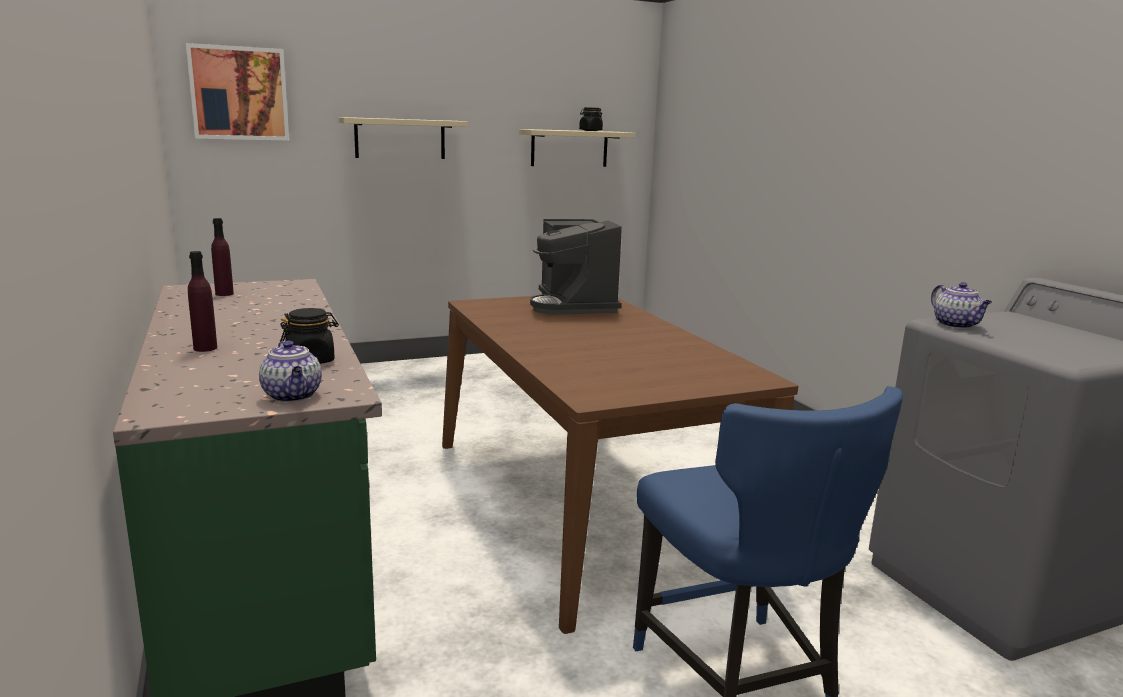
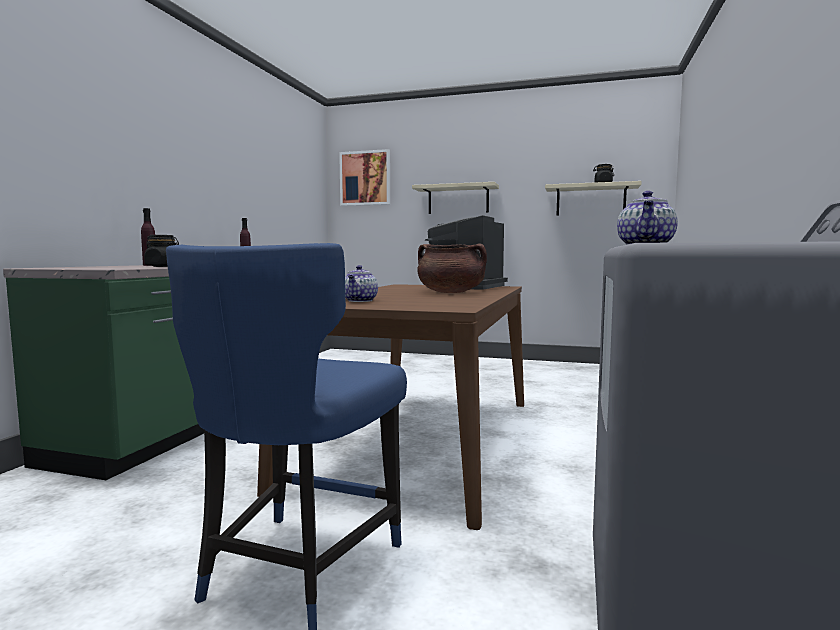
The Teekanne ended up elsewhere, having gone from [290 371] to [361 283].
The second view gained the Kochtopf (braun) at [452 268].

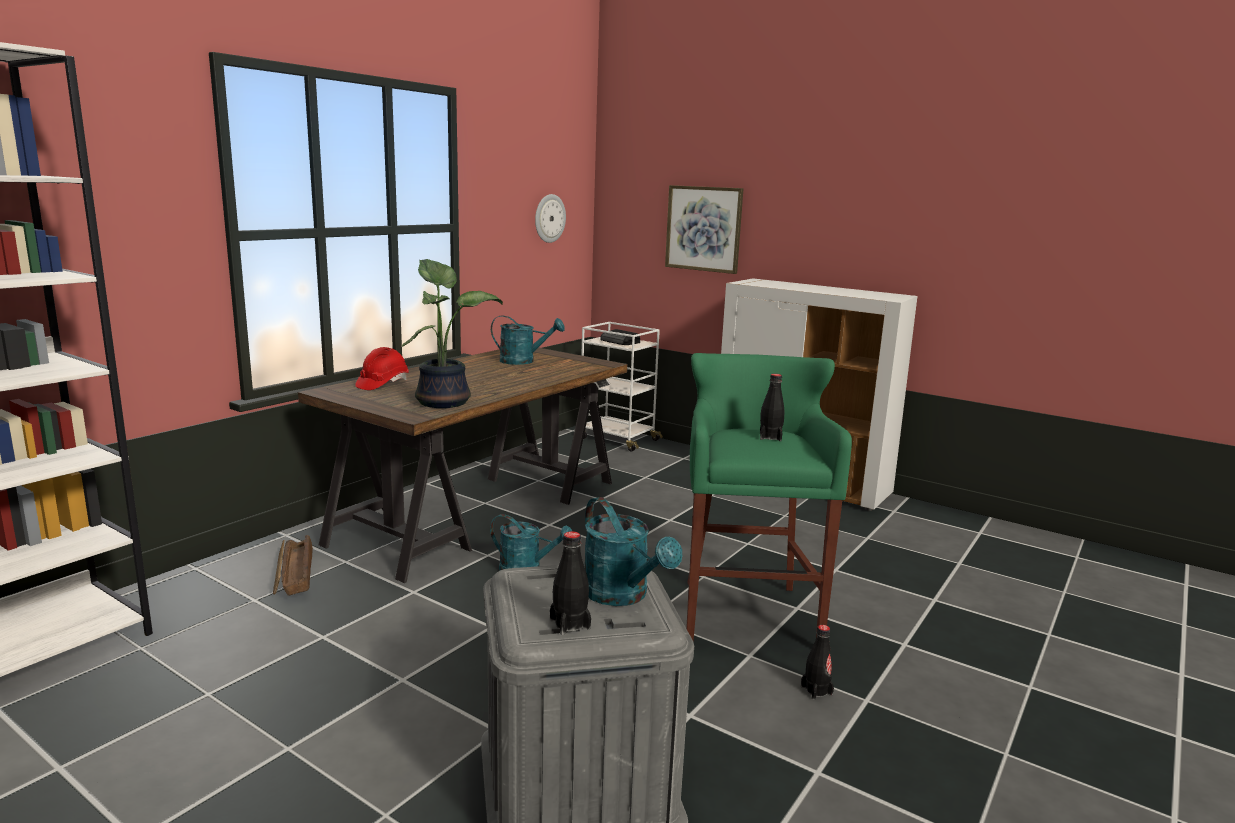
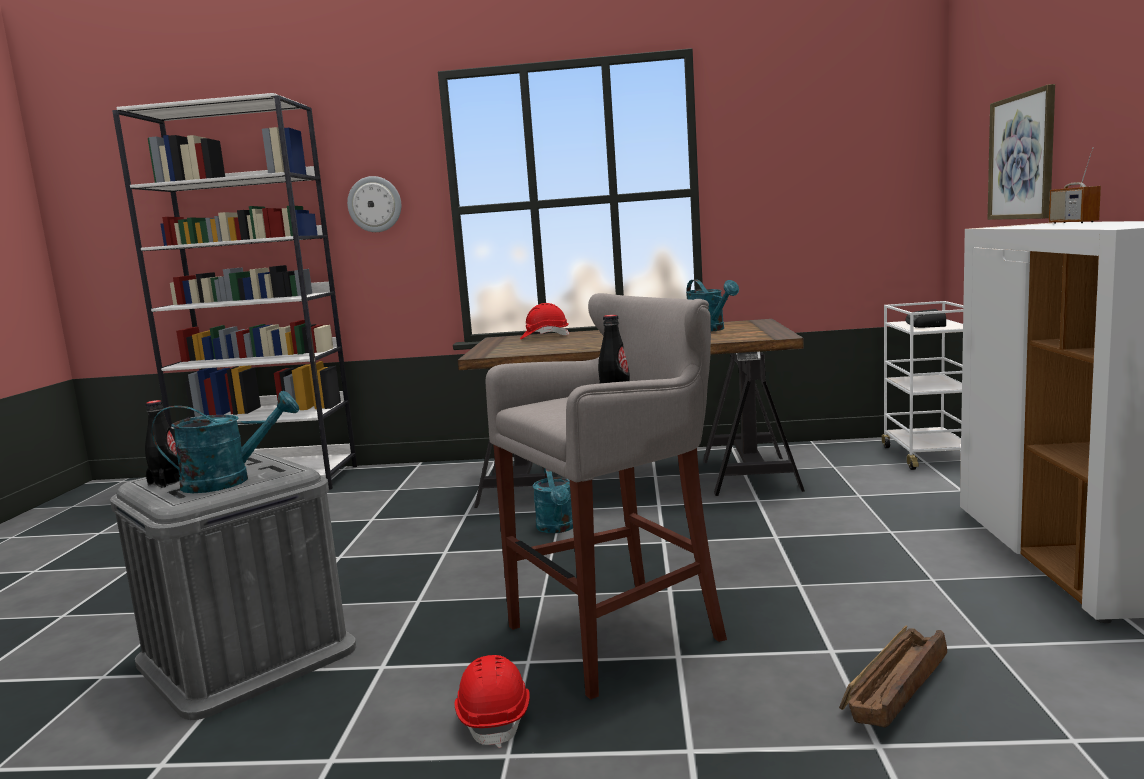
The Wanduhr ended up elsewhere, having gone from [550 218] to [374 204].
The second view lost the Topfpflanze at [452 333].
What was the Hocker (grün) at [769 497] turned into the Hocker (grau) at [606 496].
The Gießkanne (türkis) at [633 551] ended up facing another way, 135 degrees counterclockwise from before.
The Kiste ended up elsewhere, having gone from [293 565] to [893 677].
Where the Flasche (schwarz) stood at [817 662], the Schutzhelm (rot) came to stand at [492 701].
The second view gained the Radio at [1075 185].

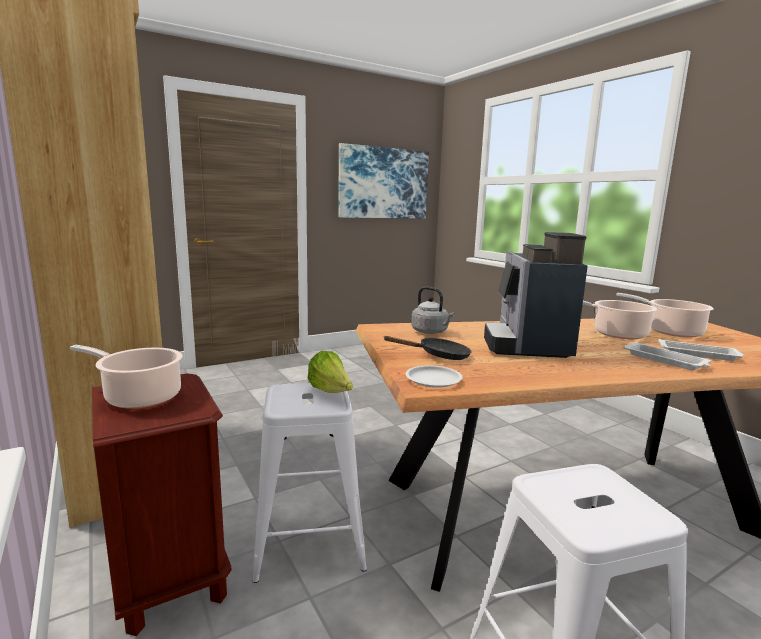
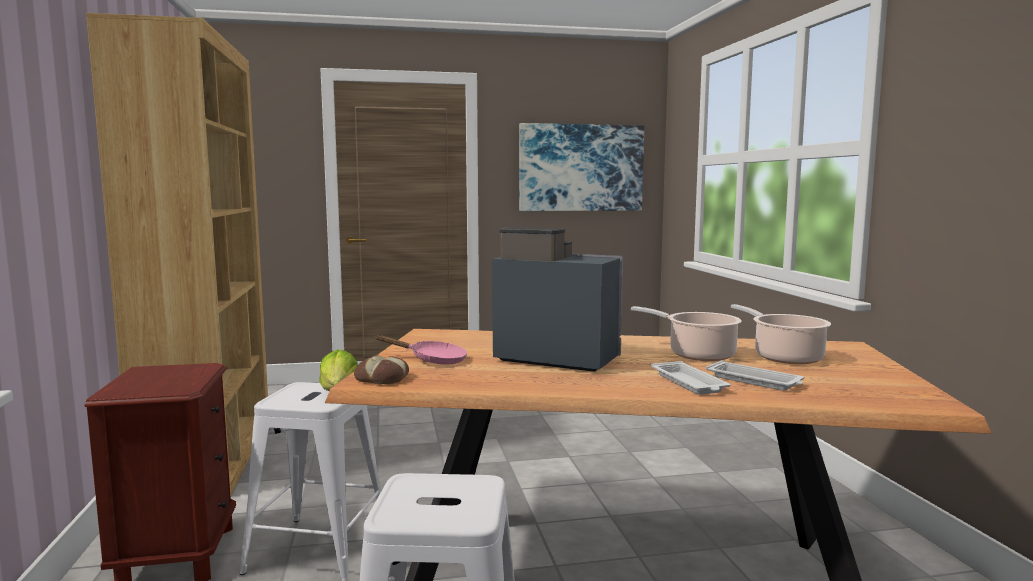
The Kaffeemaschine at [536 295] ended up facing another way, 90 degrees clockwise from before.
The second view lost the Wasserkessel (grau) at [433 310].
What was the Pfanne (schwarz) at [427 348] turned into the Pfanne (rosa) at [421 350].
The second view lost the Kochtopf at [126 377].
Where the Teller (weiß) stood at [434 376], the Brot came to stand at [381 369].

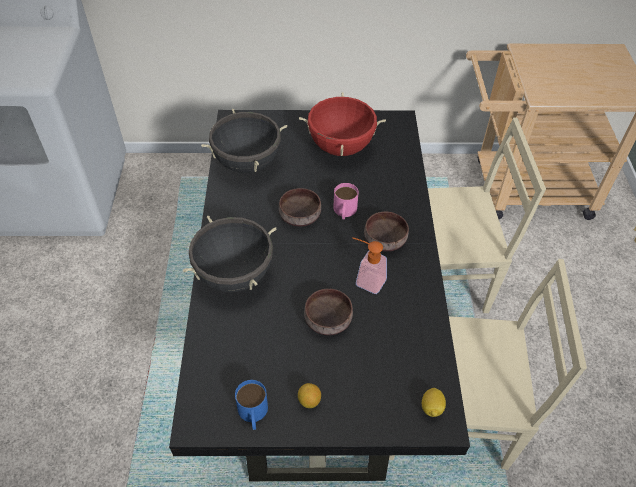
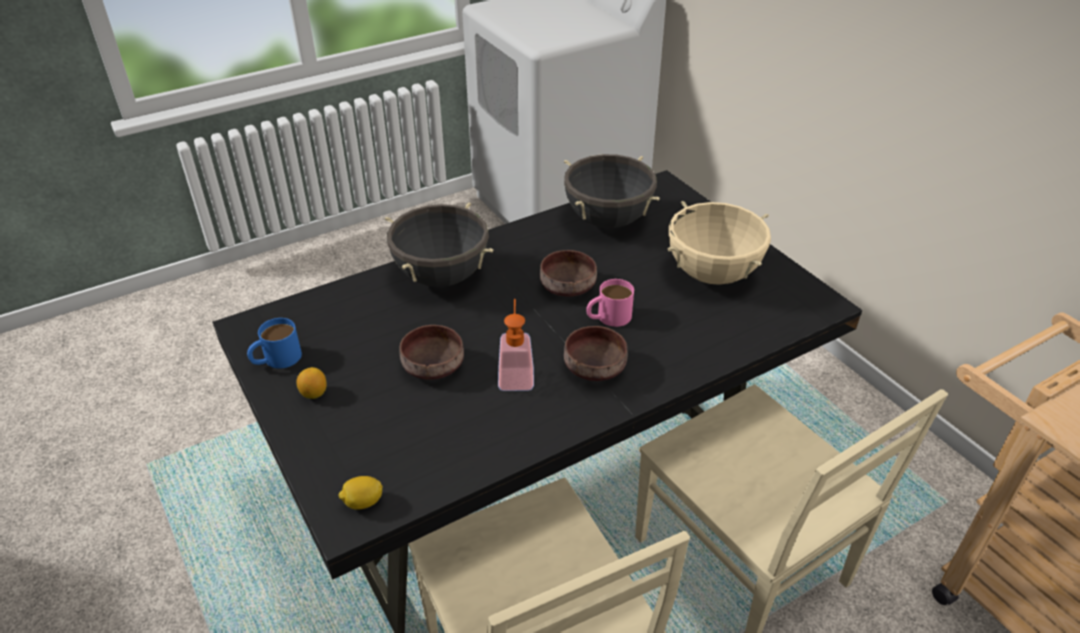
What was the Kochtopf (rot) at [342 124] turned into the Kochtopf (beige) at [719 243].

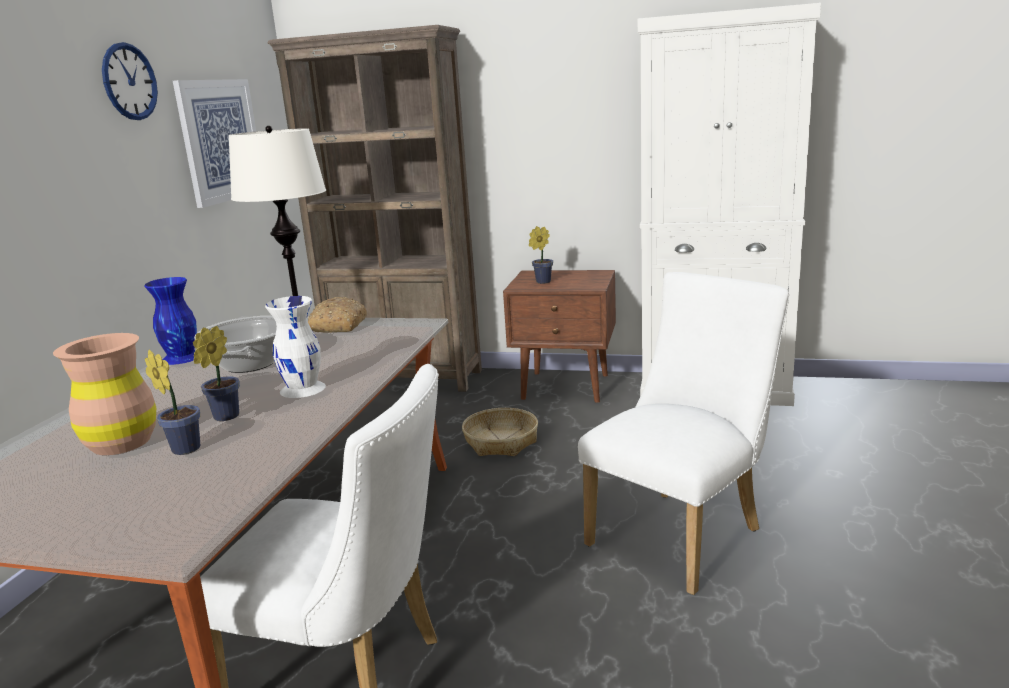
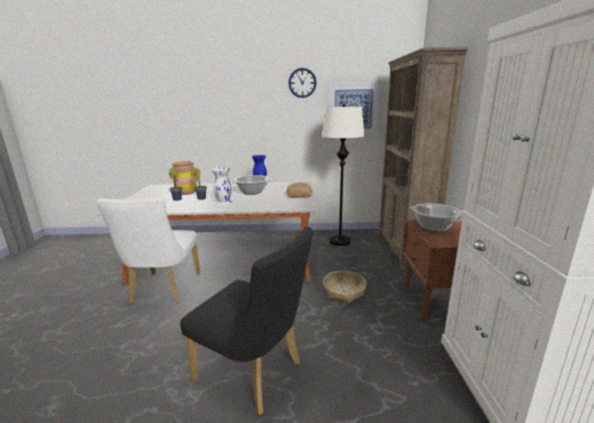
Where the Topfpflanze stood at [541 255], the Kochtopf came to stand at [436 217].
What was the Stuhl (weiß) at [683 433] turned into the Stuhl (schwarz) at [246 321].

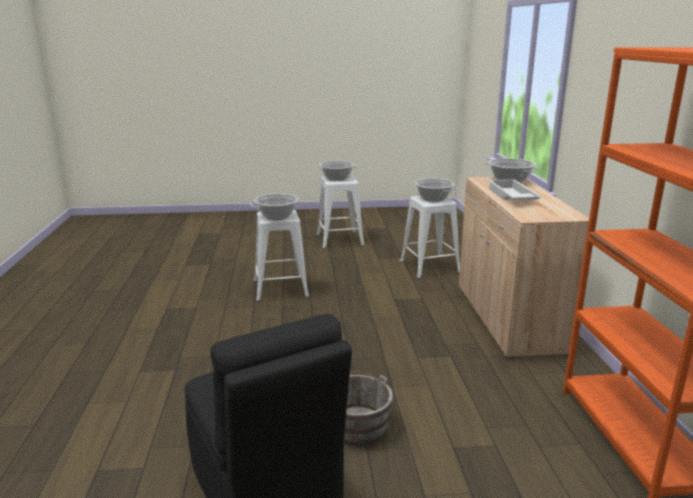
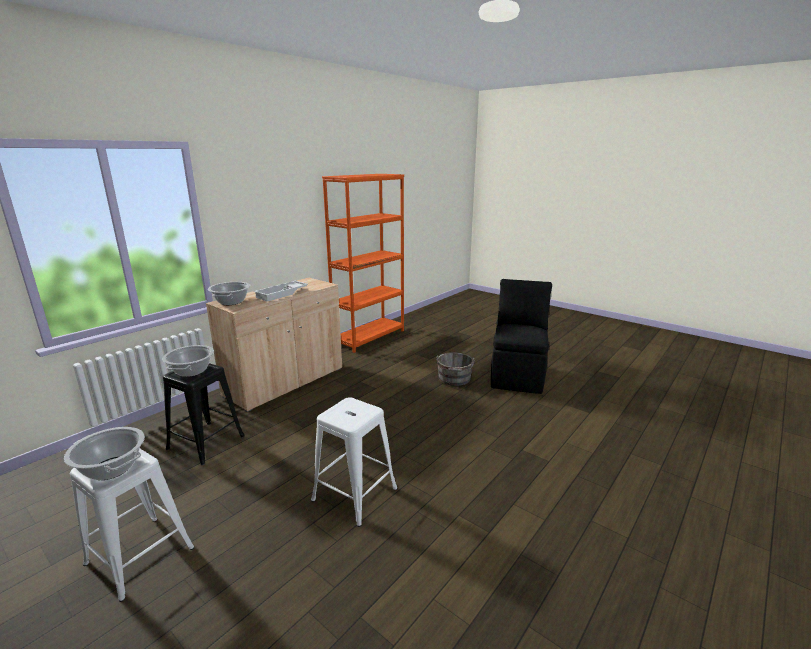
The second view lost the Kochtopf at [276 207].
What was the Hocker (weiß) at [430 237] turned into the Hocker (schwarz) at [204 414].

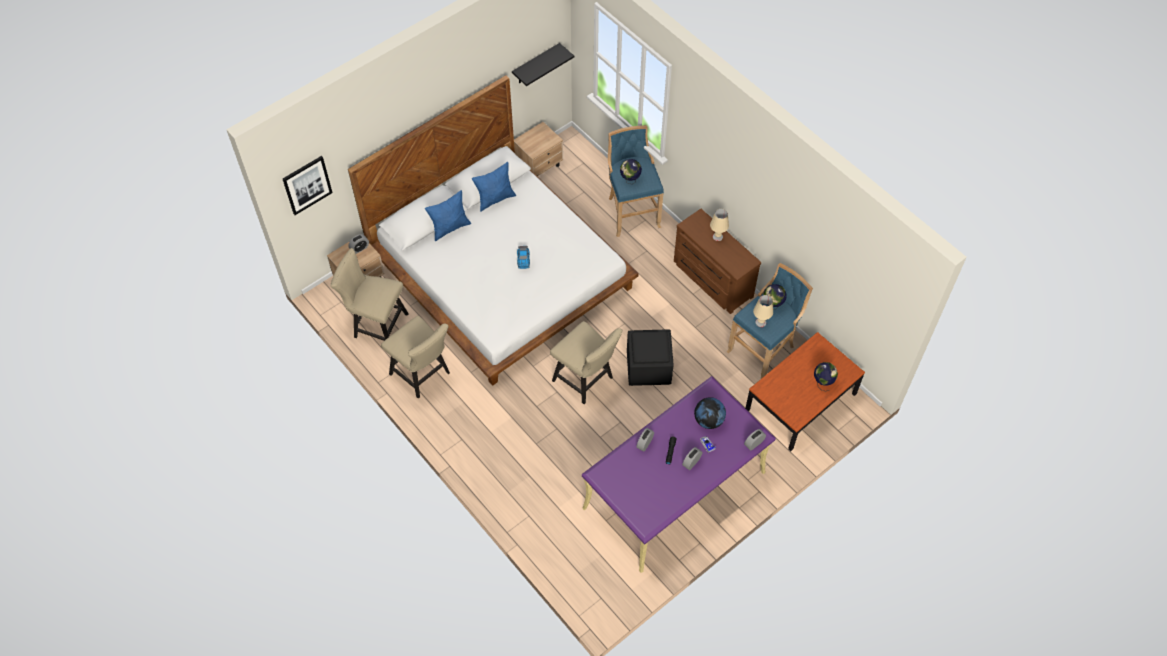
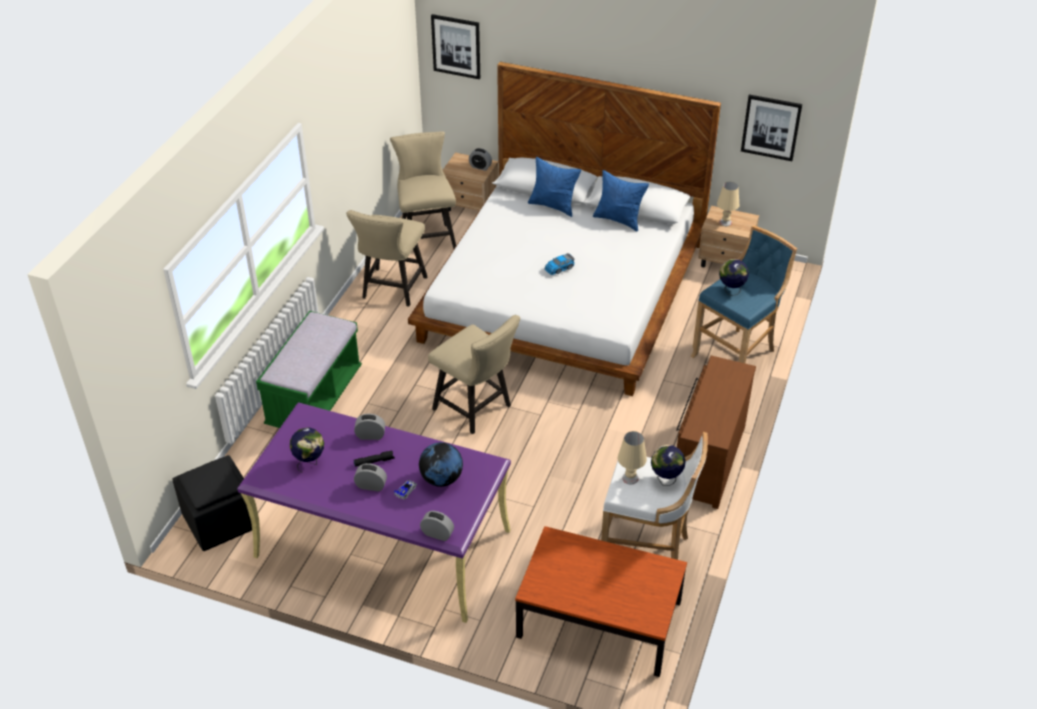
Where the Wandregal (schwarz) hung at [543 64], the Bild came to hang at [771 127].
The Tischlampe (beige) ended up elsewhere, having gone from [719 225] to [728 204].
What was the Hocker (blau) at [769 321] turned into the Hocker (weiß) at [654 496].
The Stuhl (beige) at [586 362] ended up facing another way, 60 degrees counterclockwise from before.
The Polsterhocker (schwarz) ended up elsewhere, having gone from [650 357] to [213 503].
The Globus ended up elsewhere, having gone from [826 377] to [307 450].
The second view gained the Bank (grün) at [309 369].

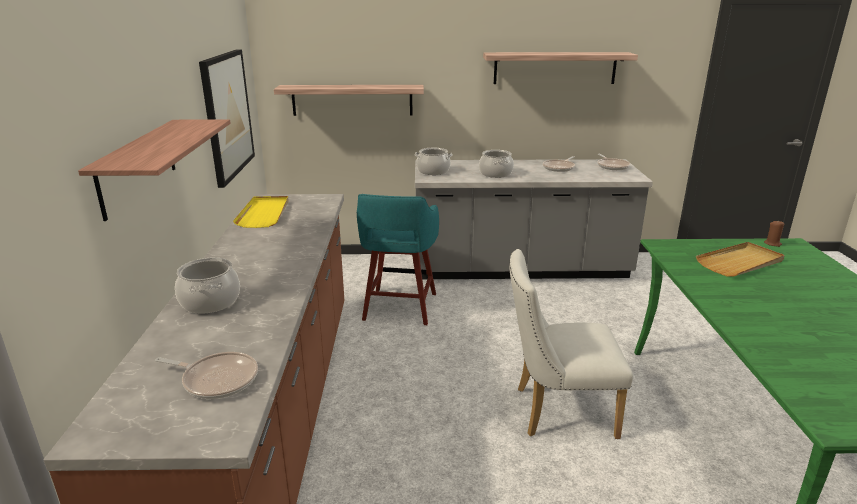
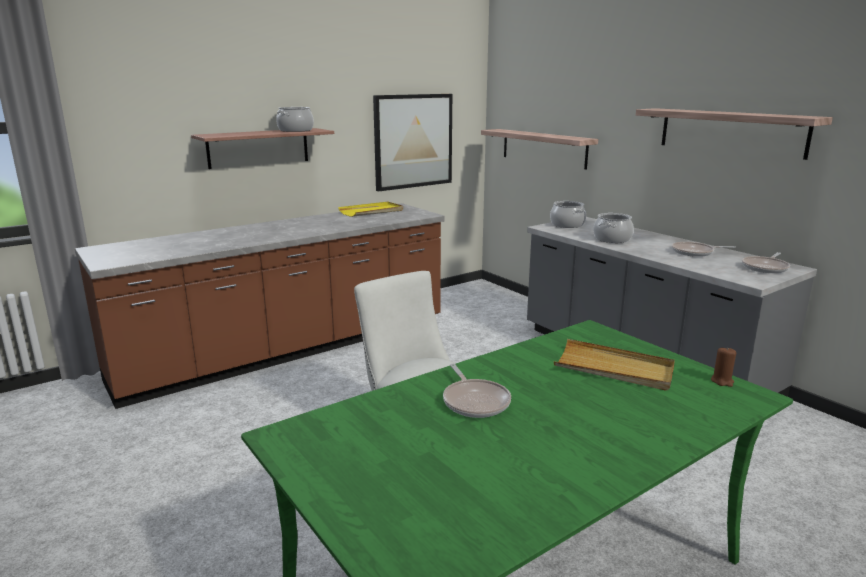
The second view lost the Hocker (türkis) at [398 259].
The Kochtopf ended up elsewhere, having gone from [207 286] to [295 119].
The Pfanne ended up elsewhere, having gone from [206 375] to [477 391].

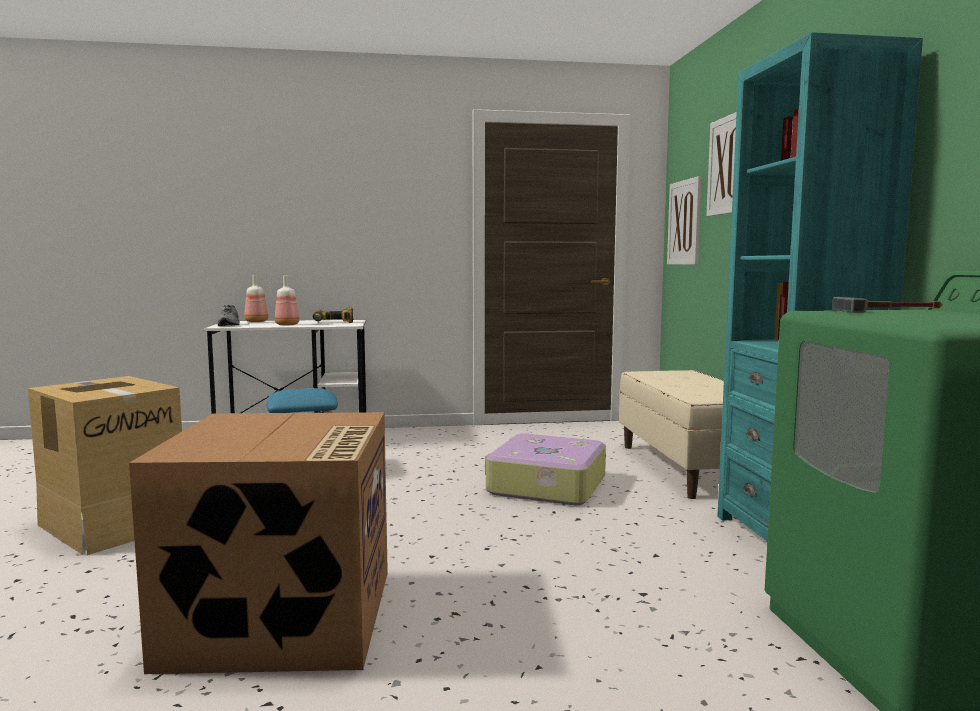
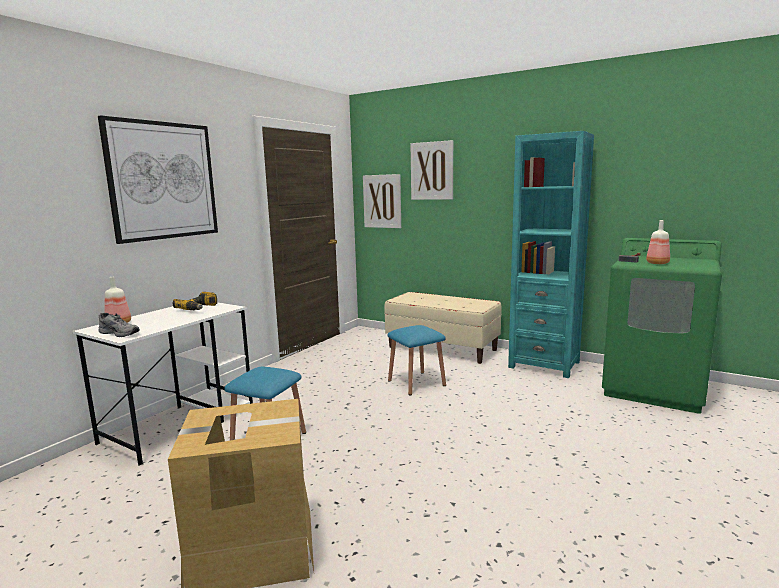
The Flasche ended up elsewhere, having gone from [287 300] to [658 242].
The second view lost the Karton at [258 543].
Where the Koffer stood at [545 469], the Hocker (blau) came to stand at [416 360].
The second view gained the Bild at [158 179].

